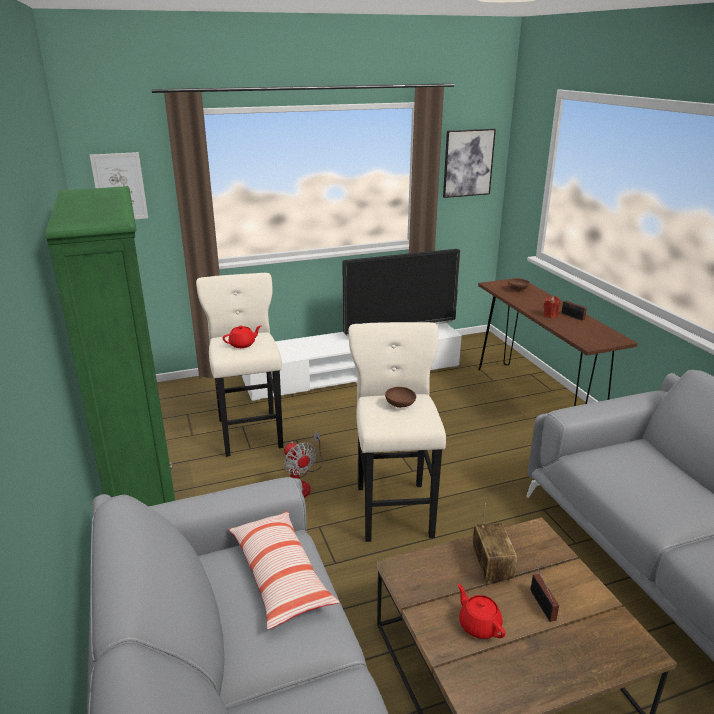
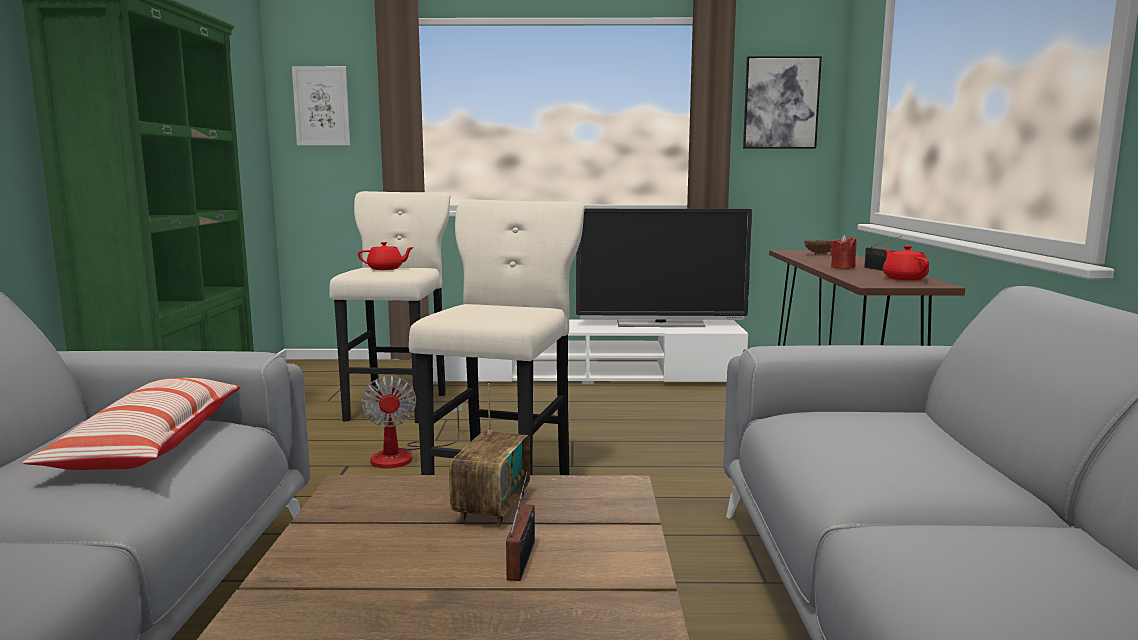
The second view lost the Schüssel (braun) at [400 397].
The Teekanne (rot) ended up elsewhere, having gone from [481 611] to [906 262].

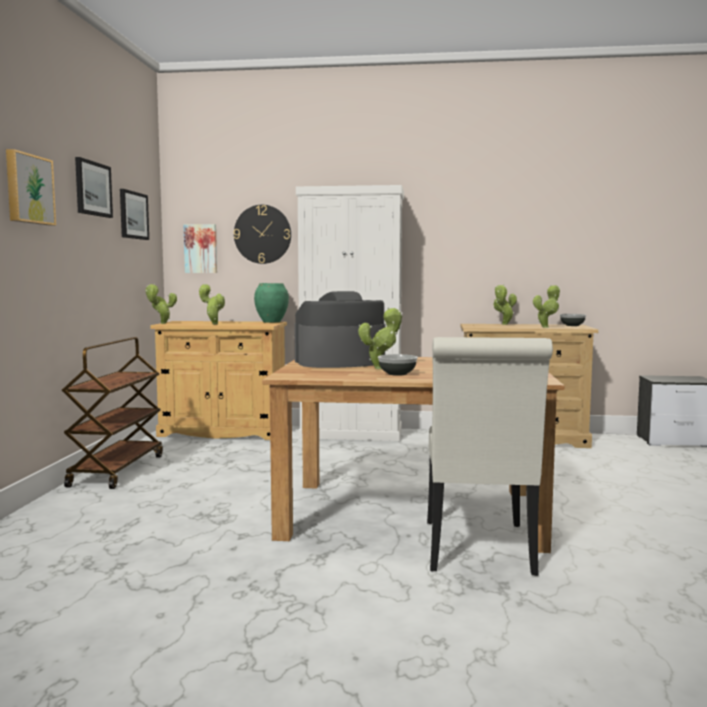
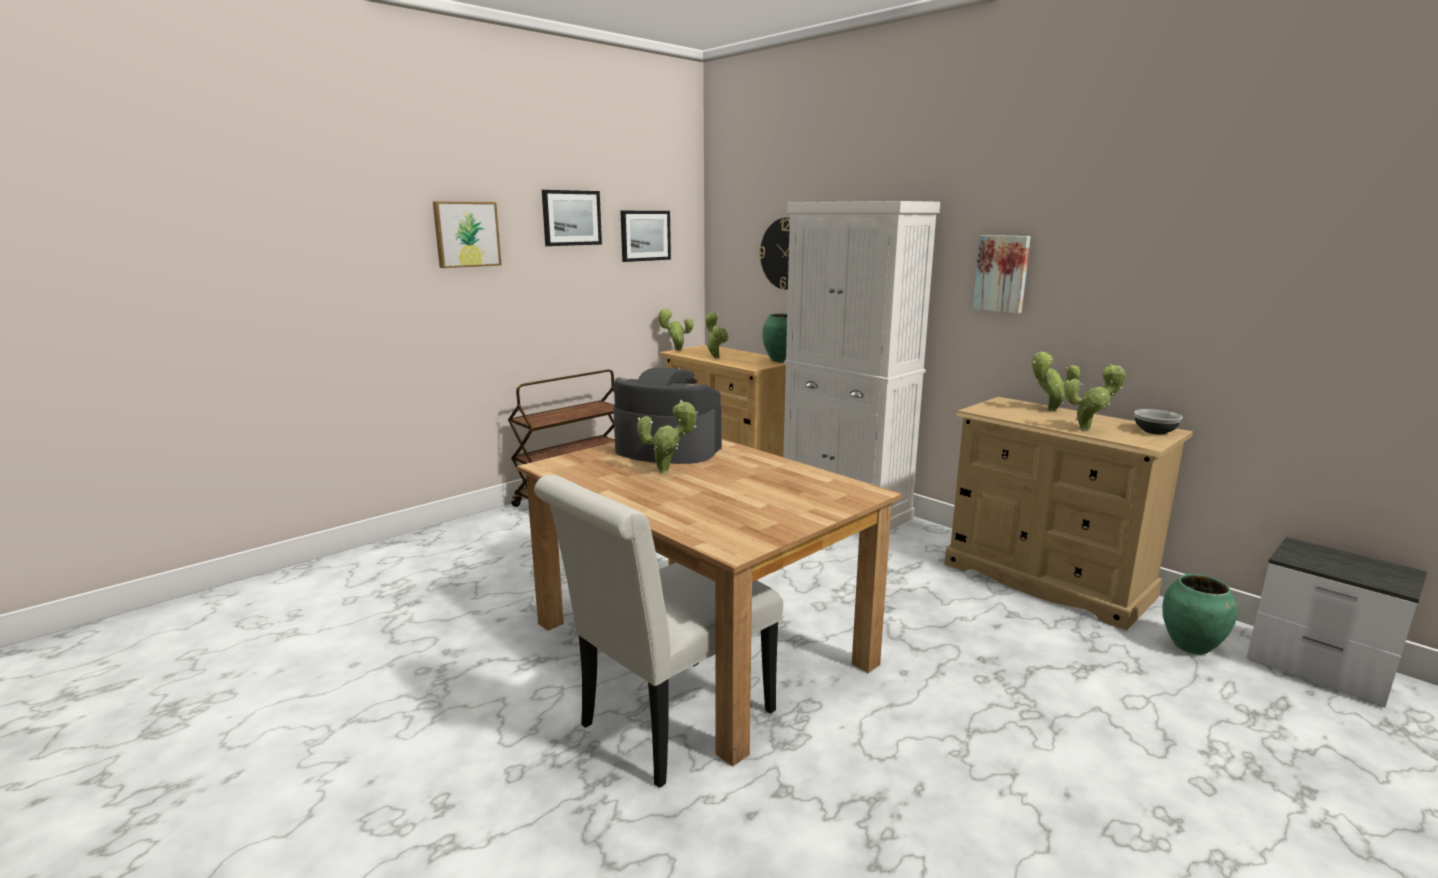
The Bild ended up elsewhere, having gone from [200 248] to [1002 274].
The second view lost the Schüssel at [398 365].
The second view gained the Vase (grün) at [1200 614].

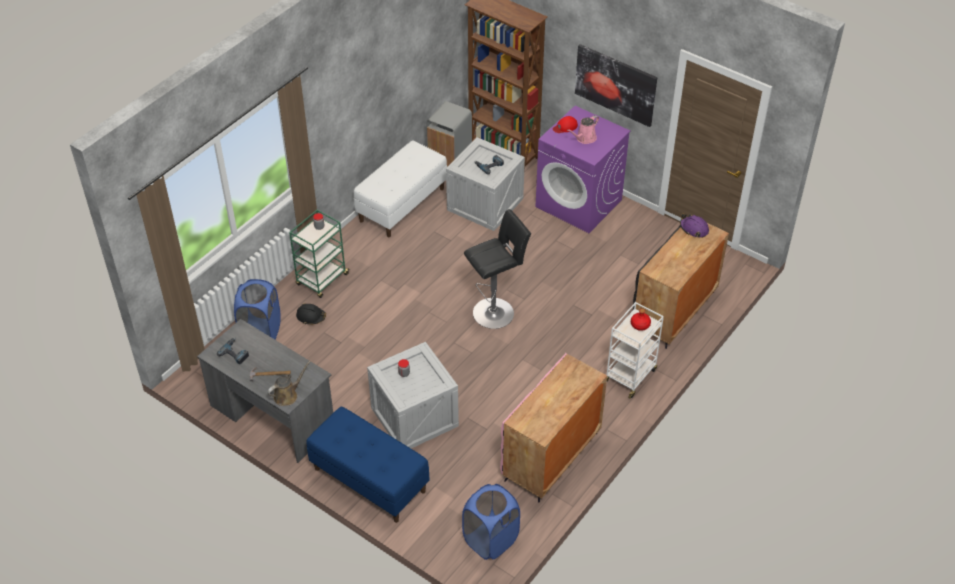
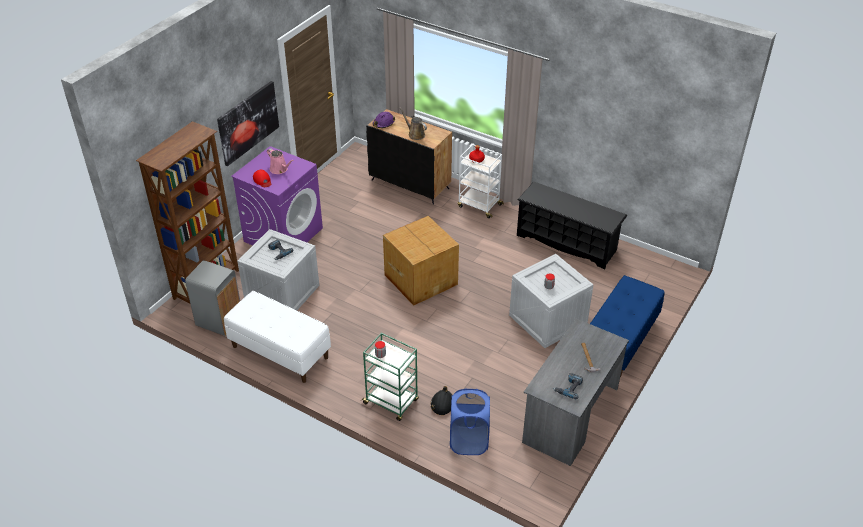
Where the Hocker (schwarz) stood at [497 269], the Karton came to stand at [421 261].
Where the Schrank (rosa) stood at [553 427], the Schuhregal (schwarz) came to stand at [572 225].
The Gießkanne (braun) ended up elsewhere, having gone from [289 383] to [413 123].
The second view lost the Wäschekorb (blau) at [491 522].

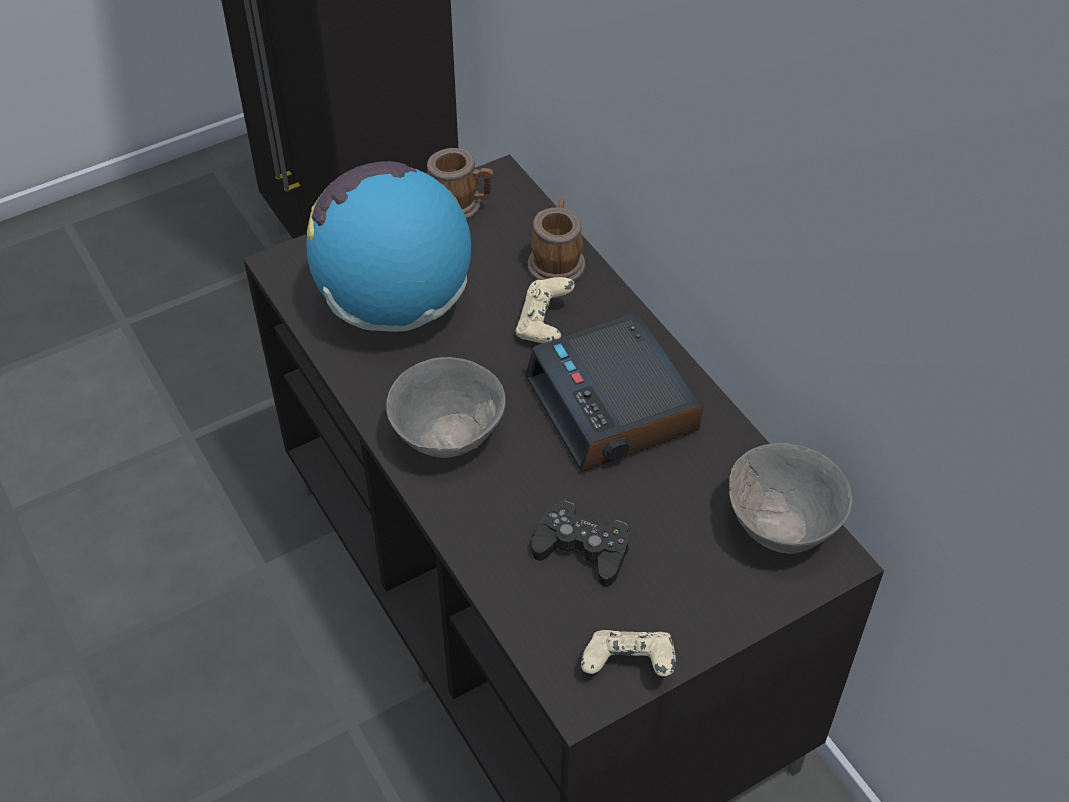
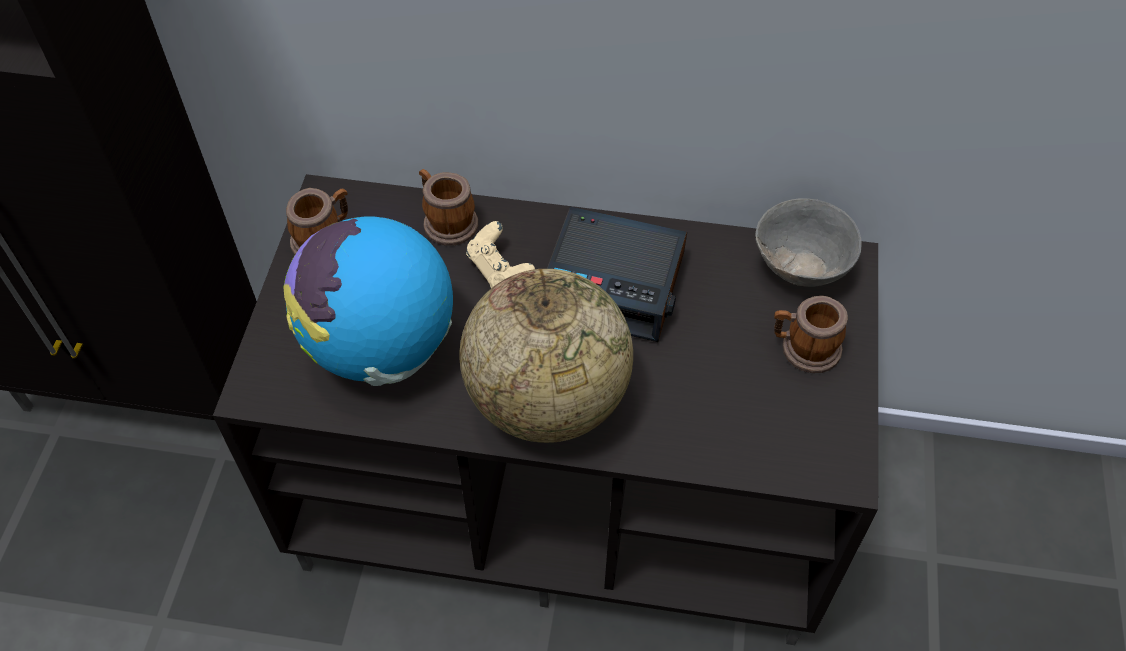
Where the Schüssel (grau) stood at [446 407], the Globus came to stand at [546 356].
The second view lost the Gamepad (schwarz) at [580 543].
The second view lost the Gamepad (beige) at [628 653].
The second view gained the Henkelbecher at [811 334].

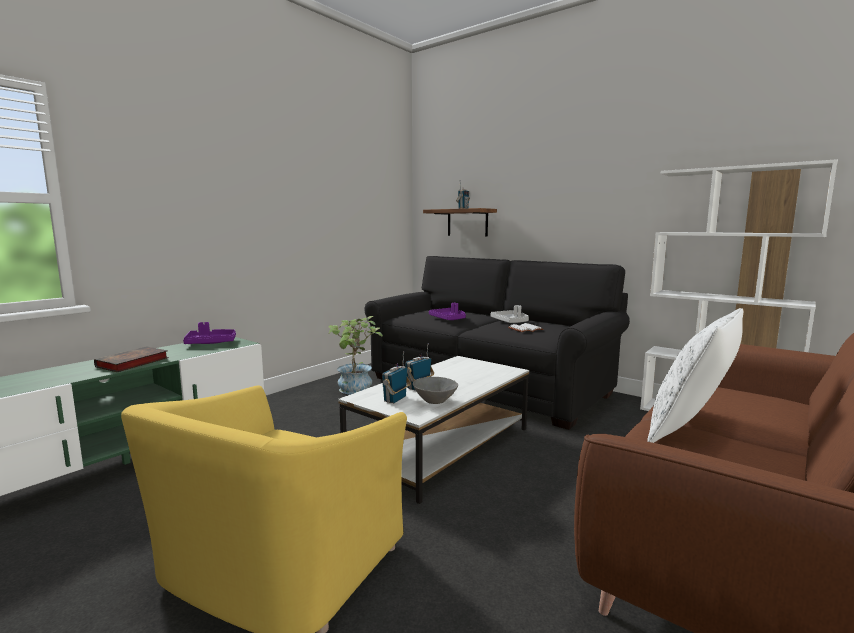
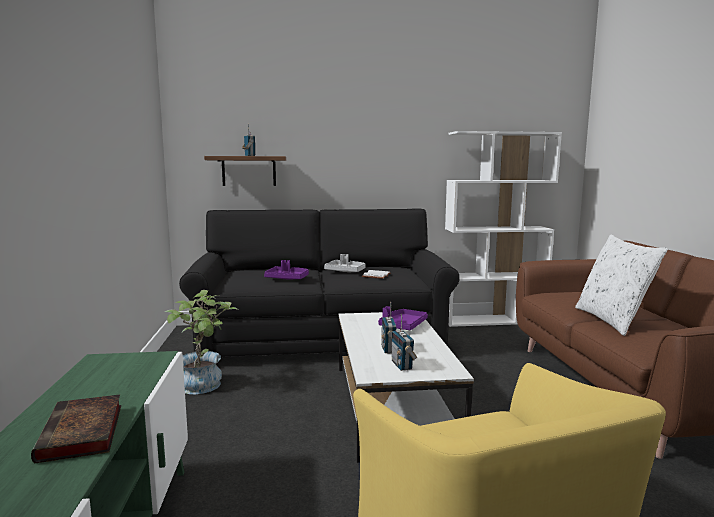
The Tablett (lila) ended up elsewhere, having gone from [209 333] to [403 318].
The second view lost the Schüssel (grau) at [435 390].

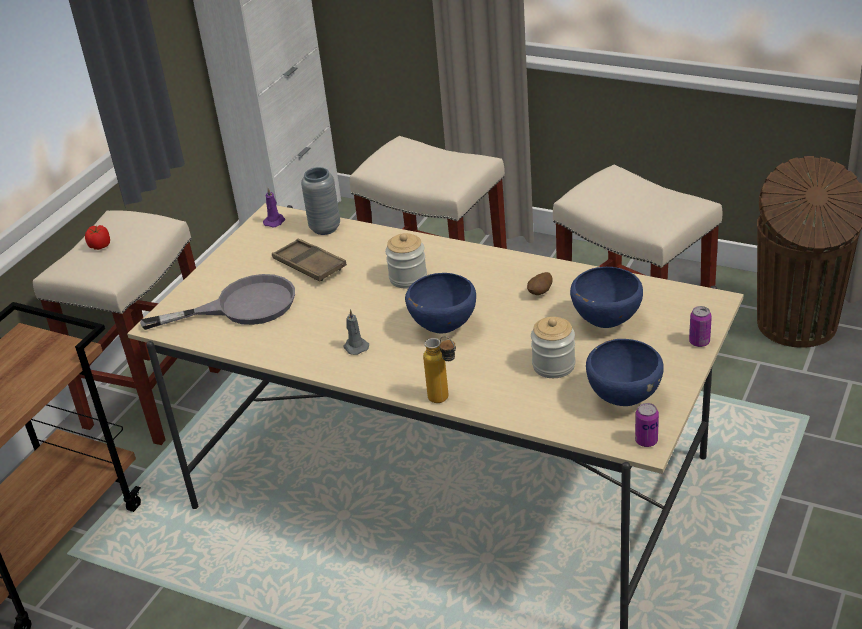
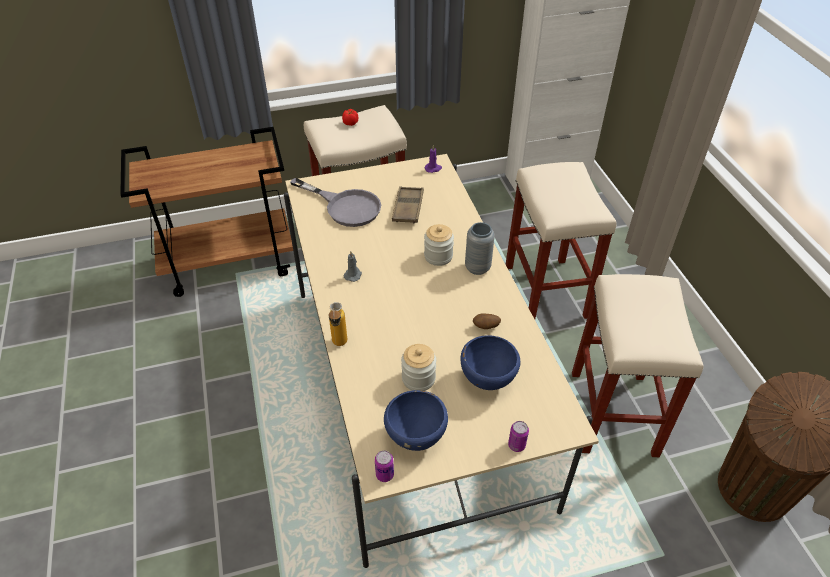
The Vase (grau) ended up elsewhere, having gone from [320 201] to [480 248].
The second view lost the Schüssel (blau) at [440 303].

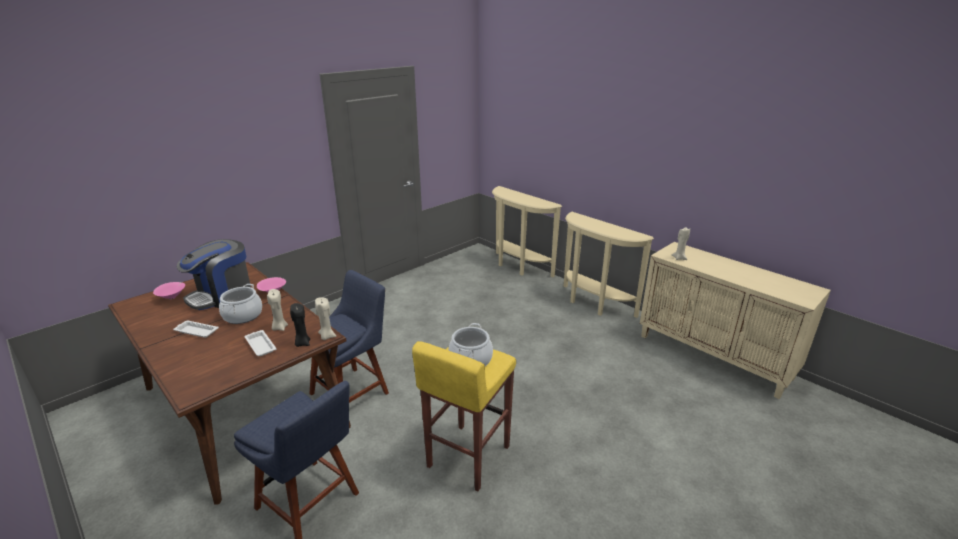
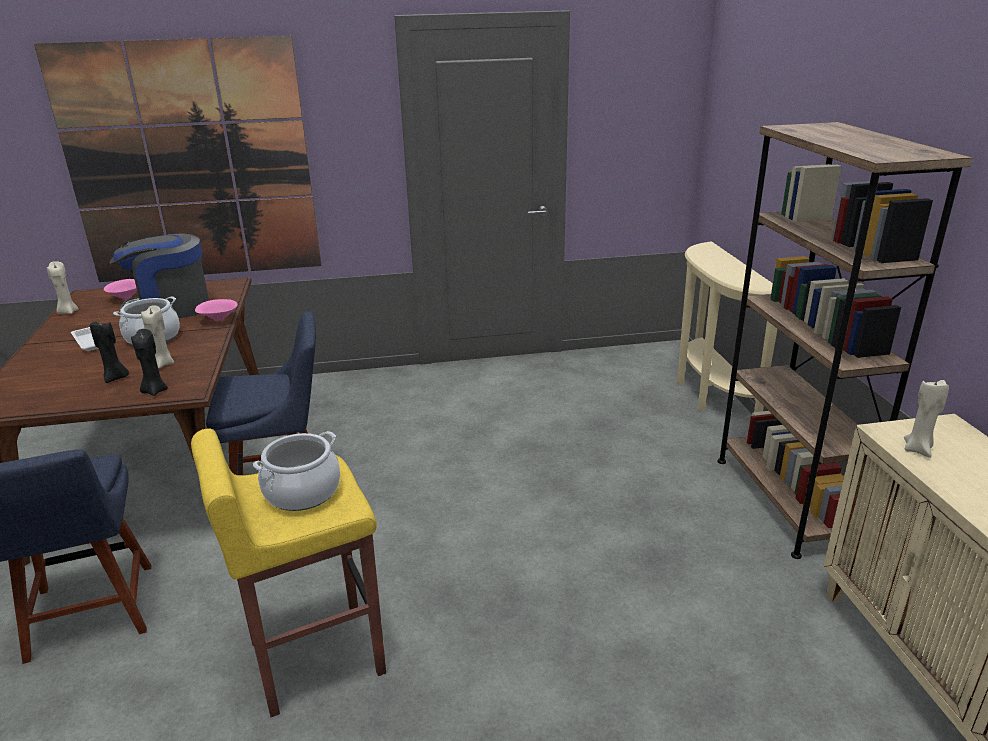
Where the Konsolentisch (beige) stood at [609 265], the Bücherregal (braun) came to stand at [845 340].
The Kerze (beige) ended up elsewhere, having gone from [325 318] to [62 287].
Where the Tablett (weiß) stood at [260 343], the Kerze (schwarz) came to stand at [109 352].
The second view gained the Bild at [177 159].

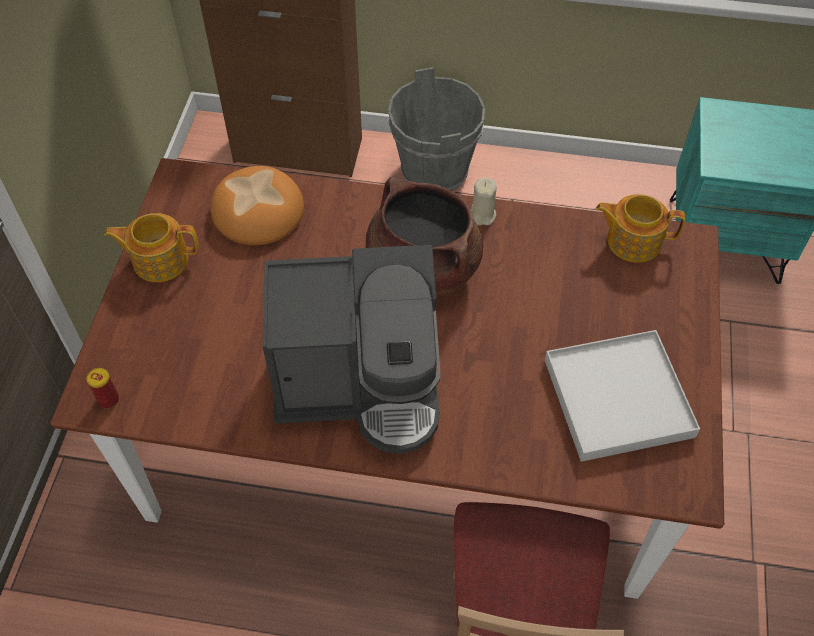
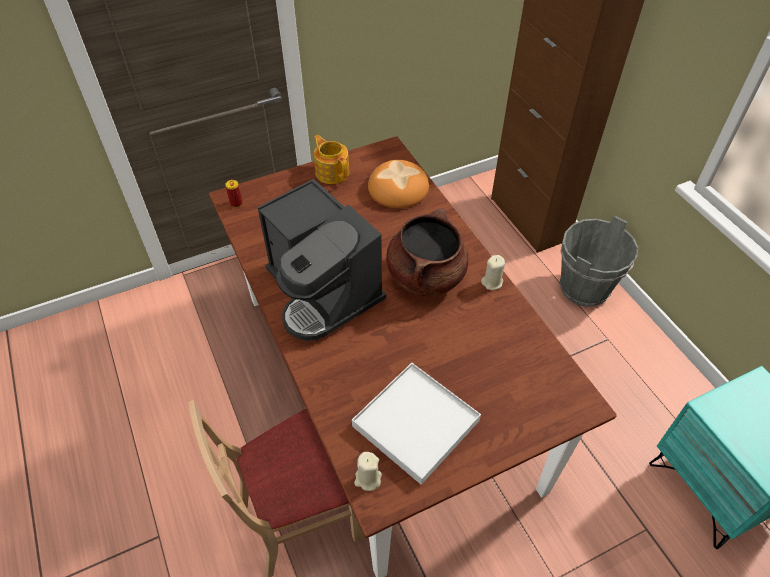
The second view lost the Teekanne at [640 228].
The second view gained the Kerze (beige) at [368 471].

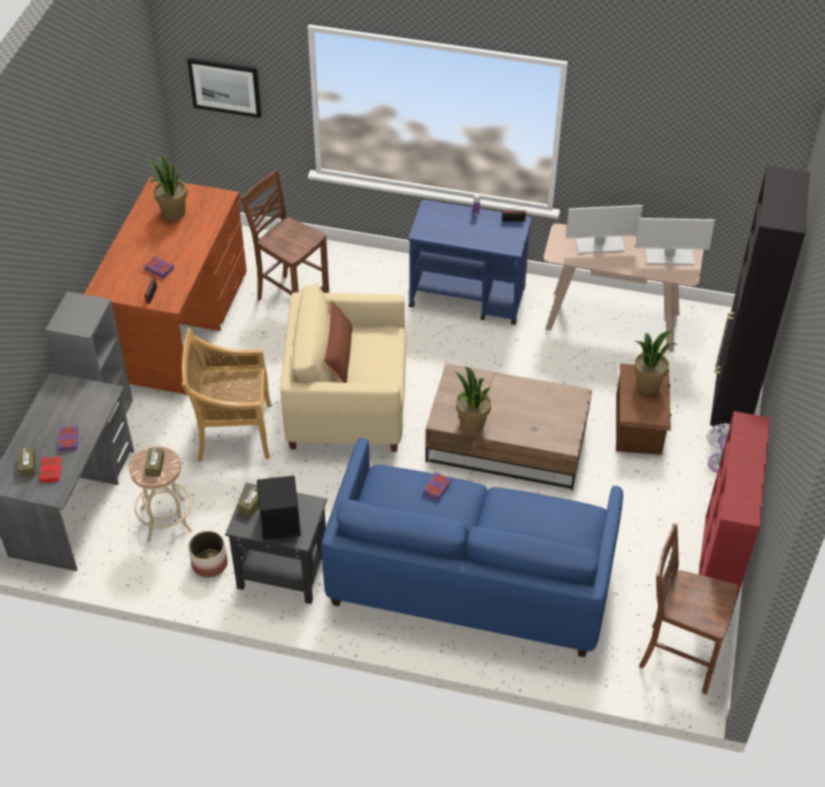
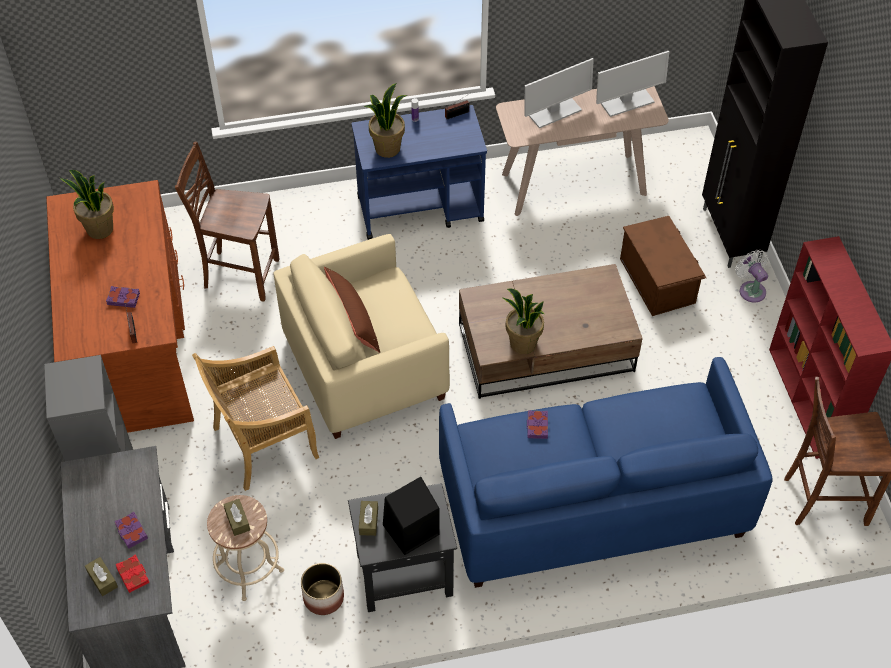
The second view lost the Bild at [224 88].
The Topfpflanze ended up elsewhere, having gone from [655 362] to [385 120].

